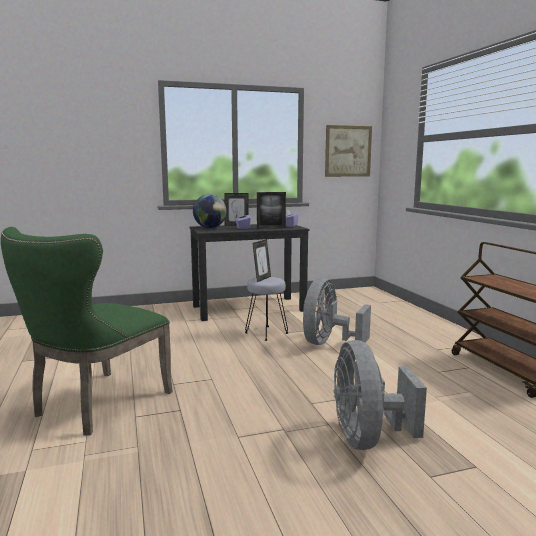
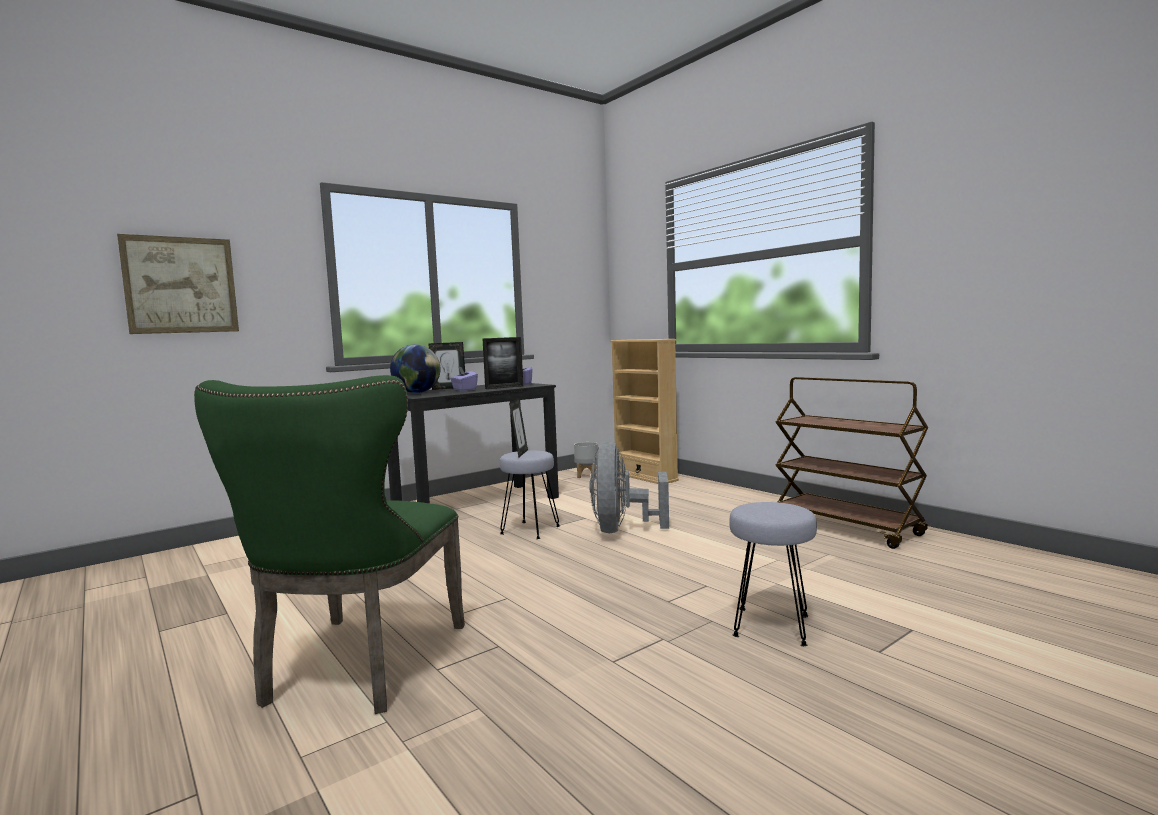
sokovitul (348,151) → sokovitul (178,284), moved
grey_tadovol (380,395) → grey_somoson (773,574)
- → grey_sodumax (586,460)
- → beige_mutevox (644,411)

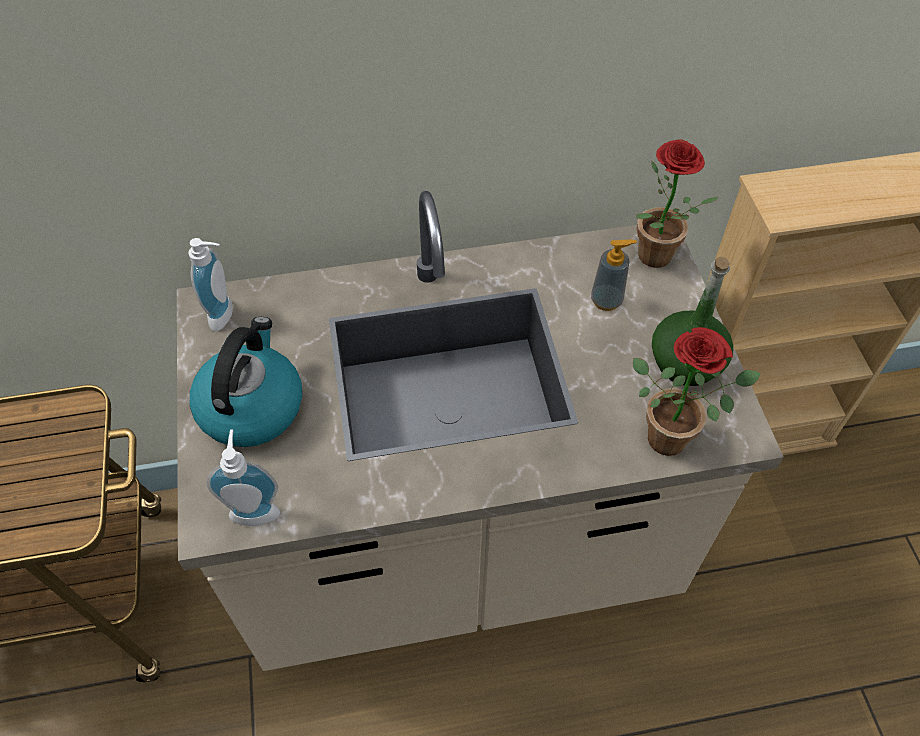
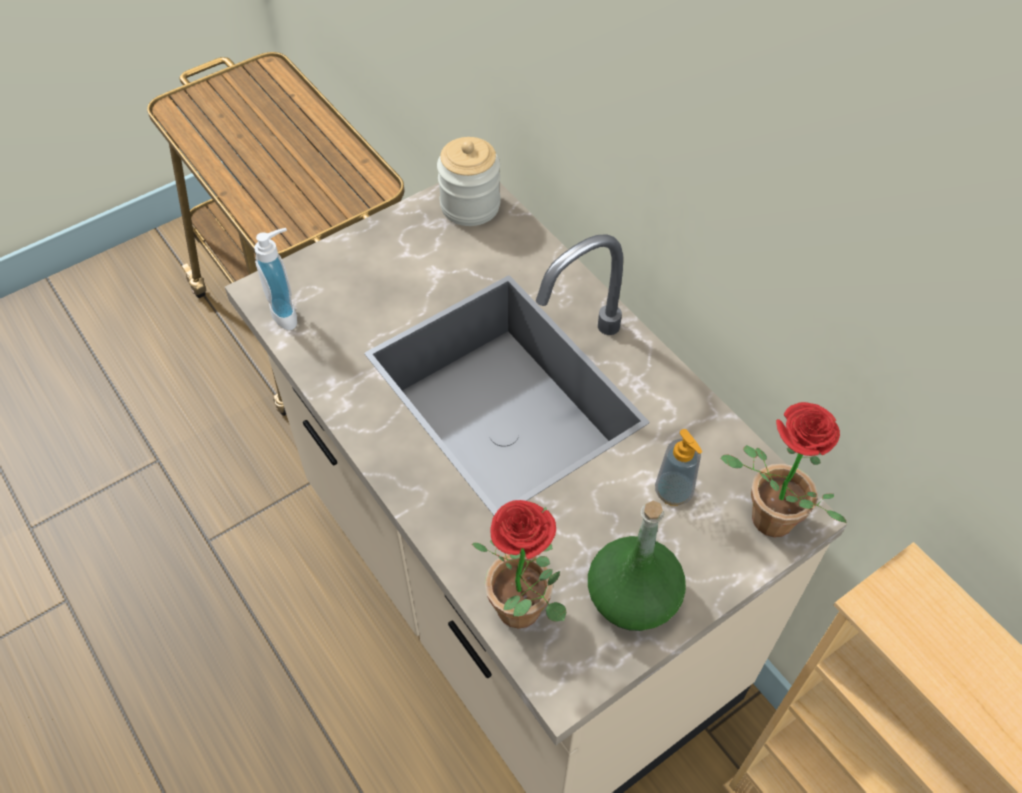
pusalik (210,284) → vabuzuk (469,181)
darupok (246,382) → -

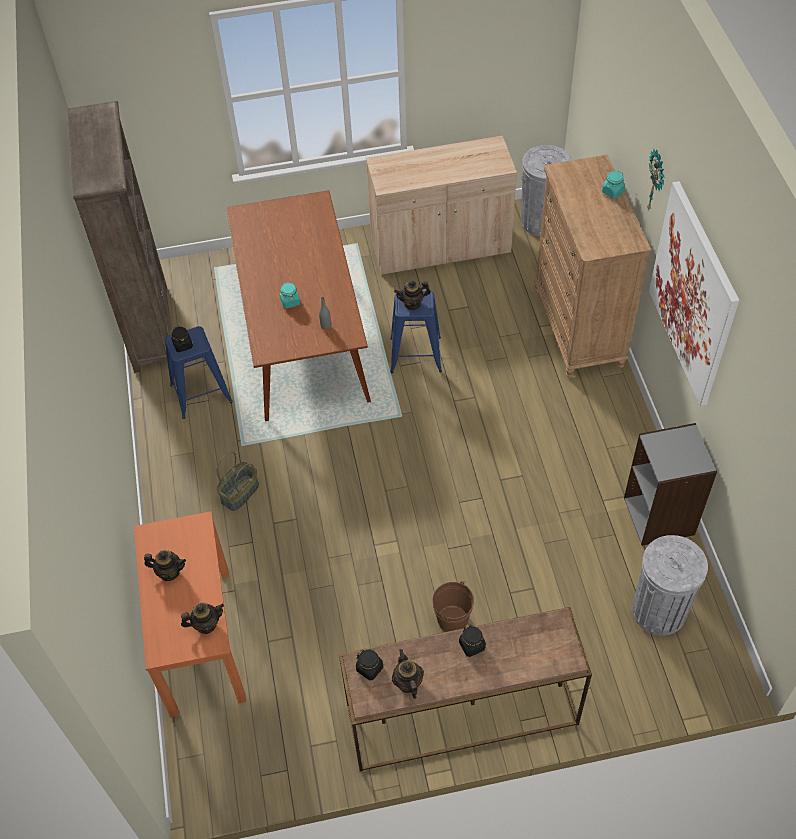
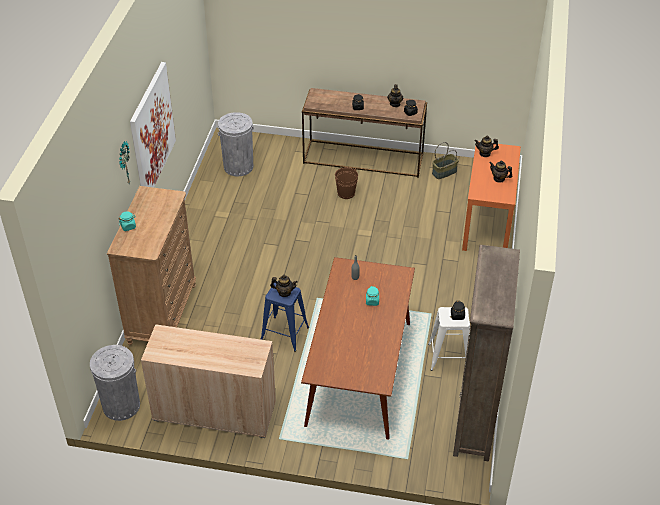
blue_somoson (199,372) → white_somoson (449,339)
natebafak (237,481) → natebafak (445,160), moved
grey_mutevox (670,484) → -

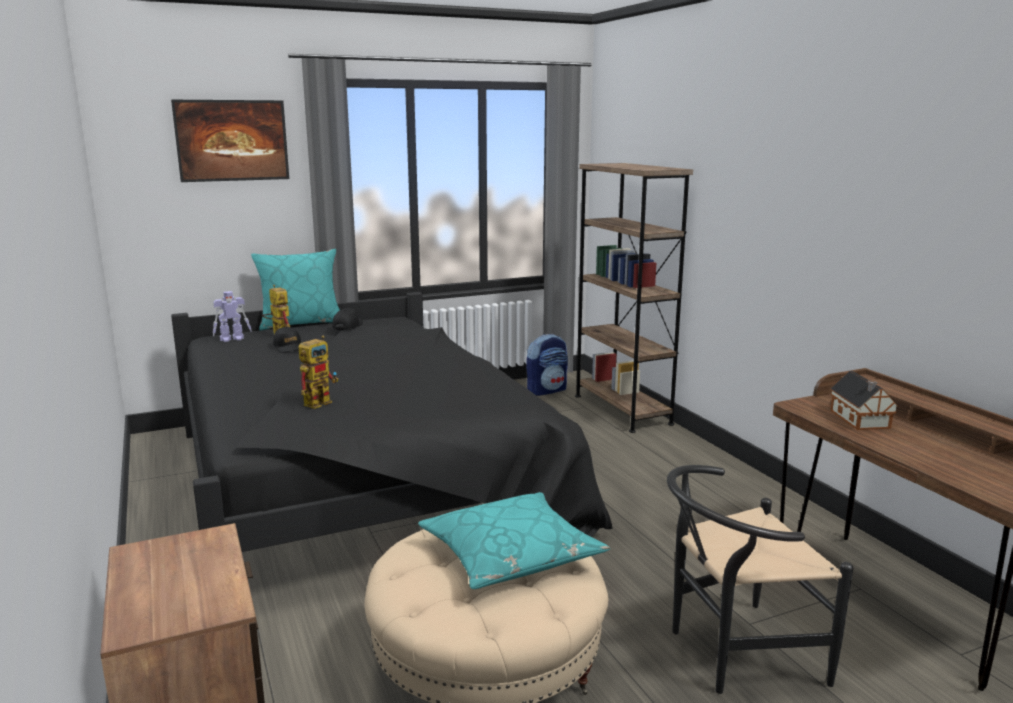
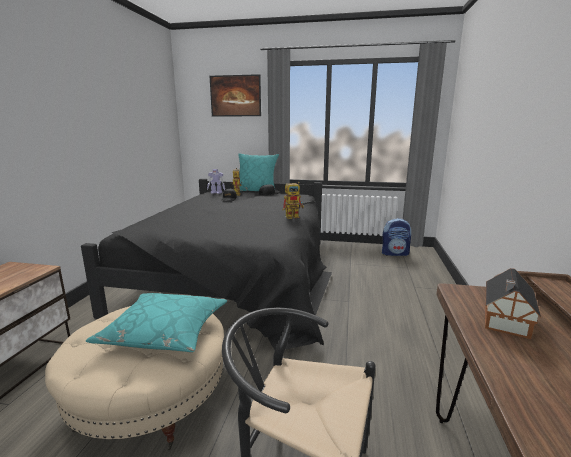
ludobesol (318,372) → ludobesol (293,200), moved
brown_mutevox (634,298) → -

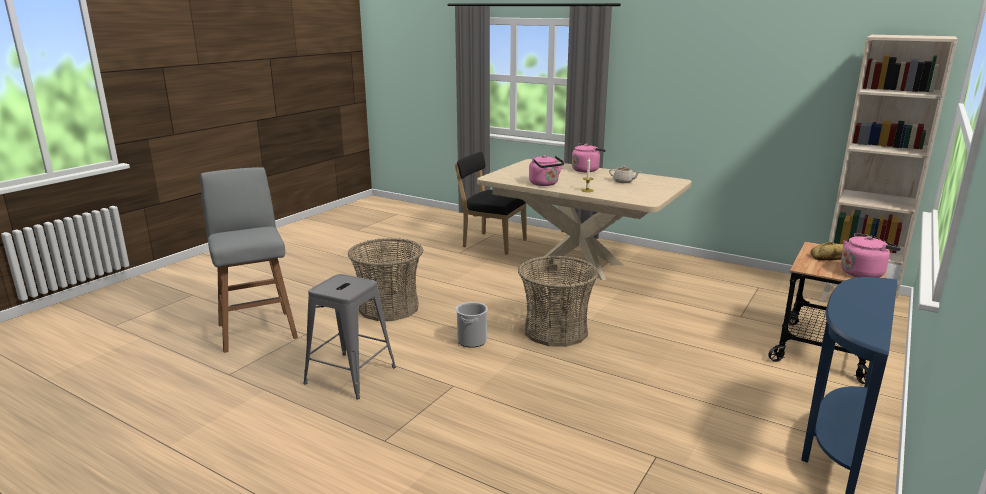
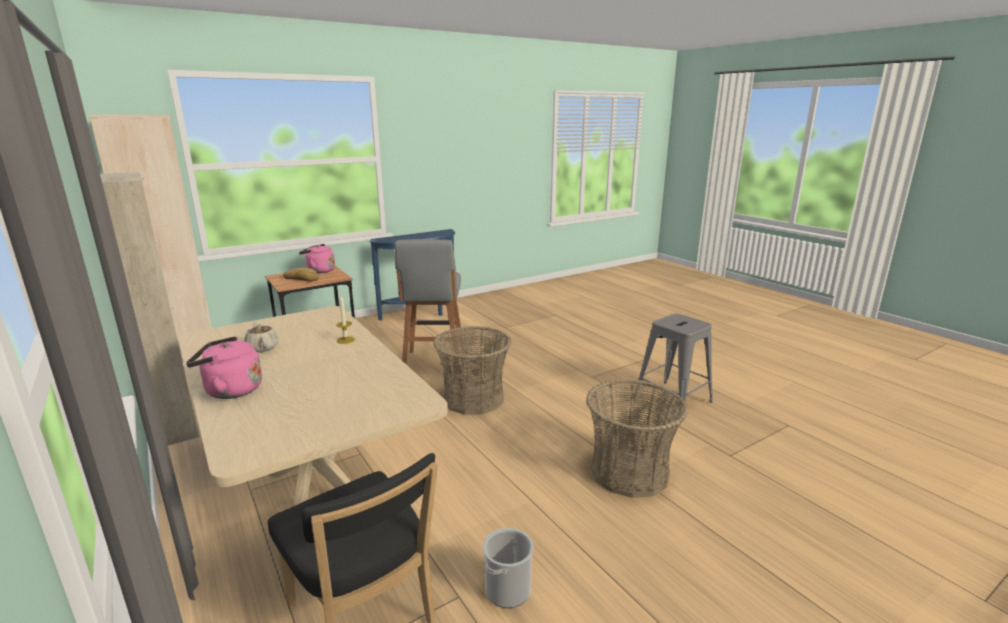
grey_somoson (249,260) → grey_somoson (429,306), moved
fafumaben (472,325) → fafumaben (508,568), moved
pink_darupok (547,170) → -
- → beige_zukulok (149,308)

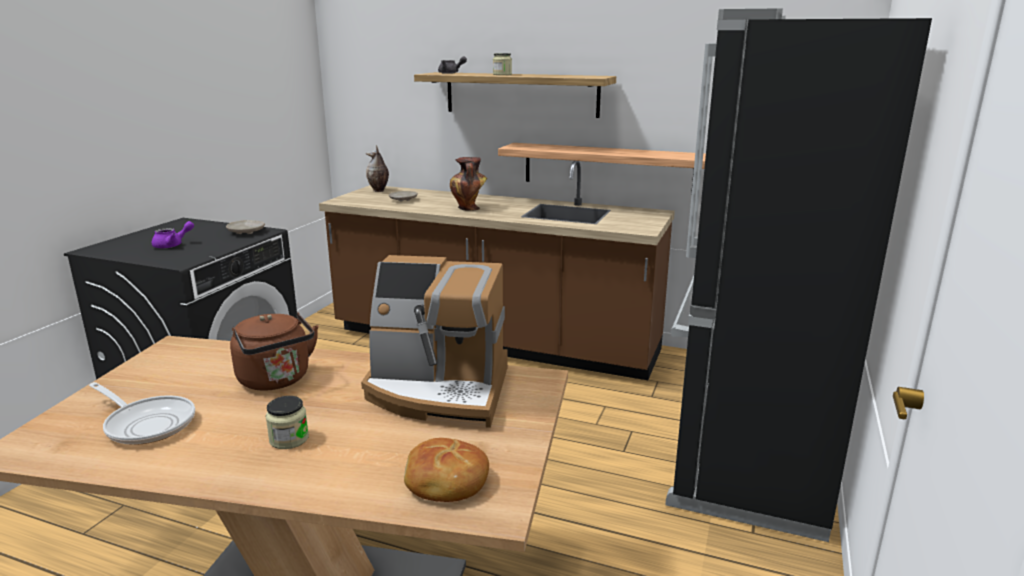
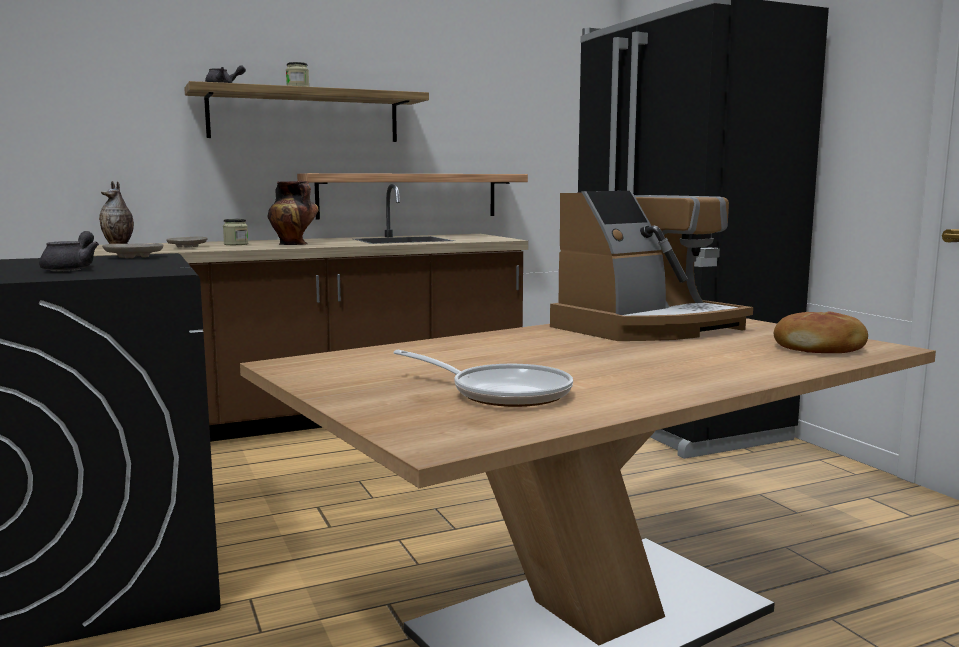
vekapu (142,413) → vekapu (483,378), 45 degrees clockwise
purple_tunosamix (173,235) → grey_tunosamix (69,251)
brown_darupok (274,351) → -
vabuzuk (287,422) → vabuzuk (235,232), moved

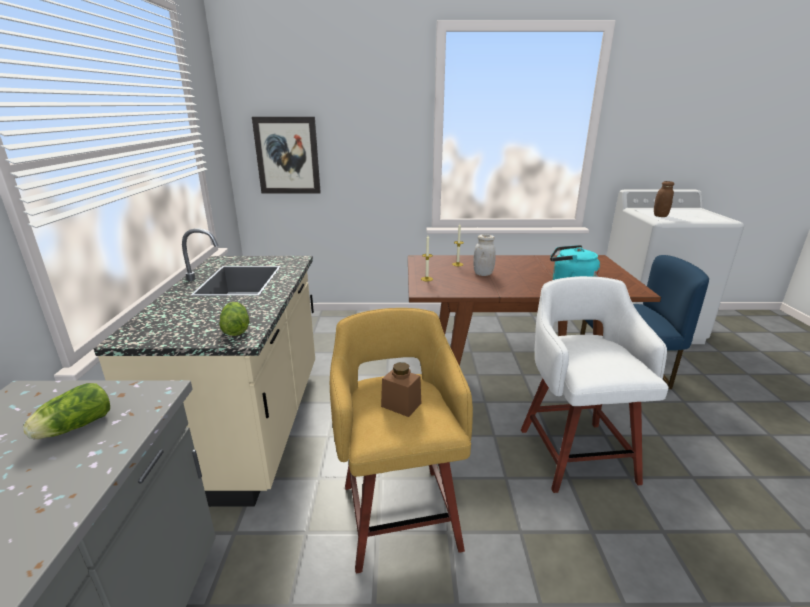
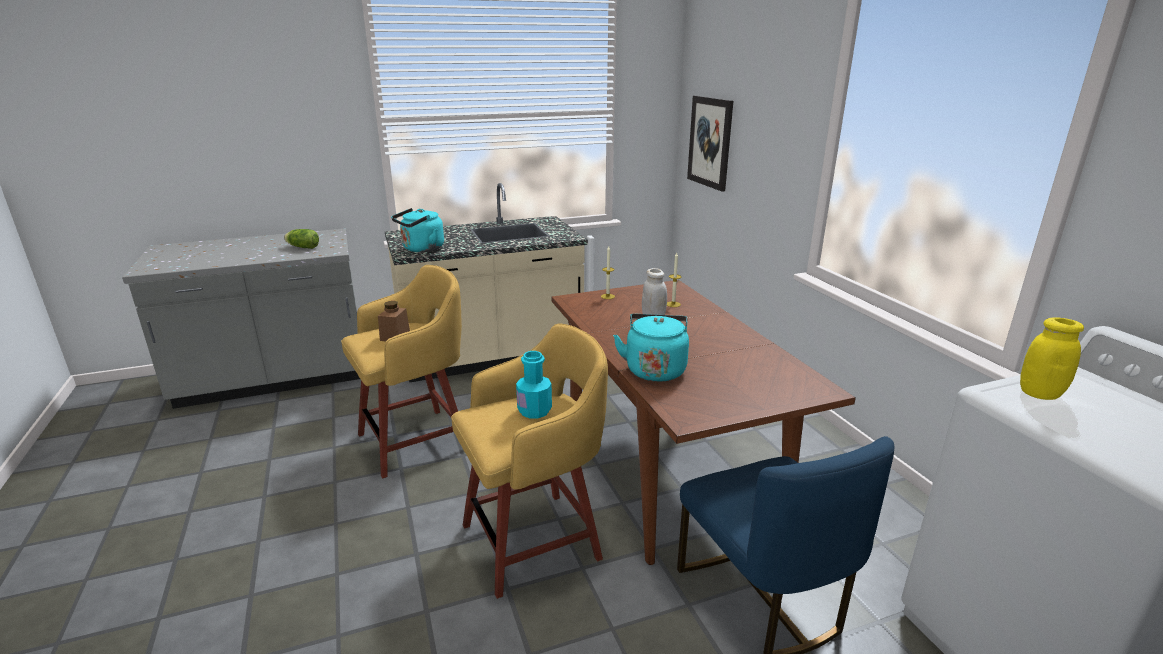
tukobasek (234,319) → turquoise_darupok (417,230)
white_somoson (595,384) → yellow_somoson (529,461)
brown_vabuzuk (664,199) → yellow_vabuzuk (1052,358)
- → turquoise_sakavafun (534,384)

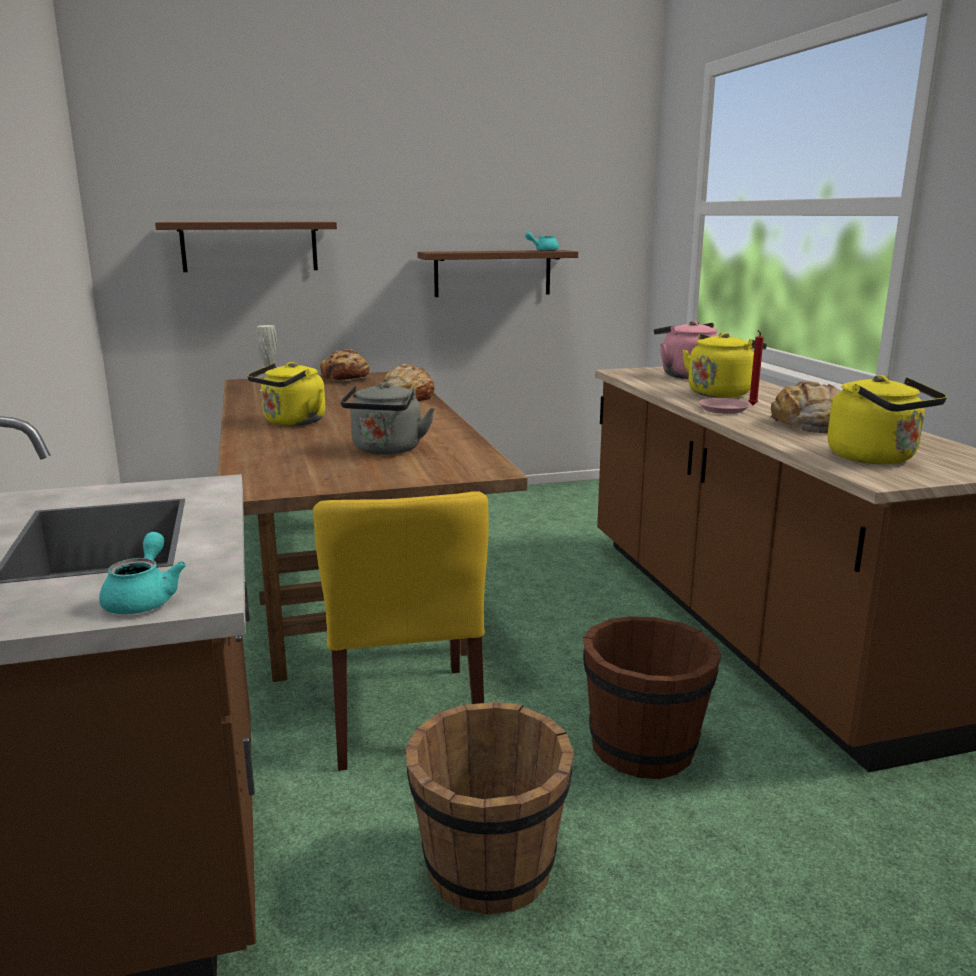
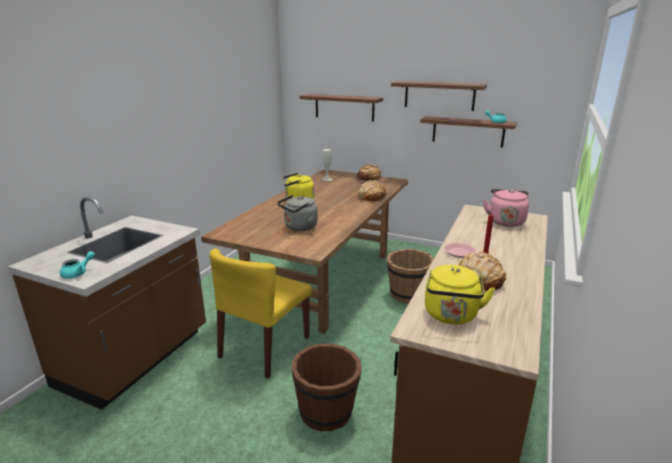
brown_fafumaben (490,808) → brown_fafumaben (410,276), moved
yellow_darupok (724,365) → -
- → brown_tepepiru (439,96)

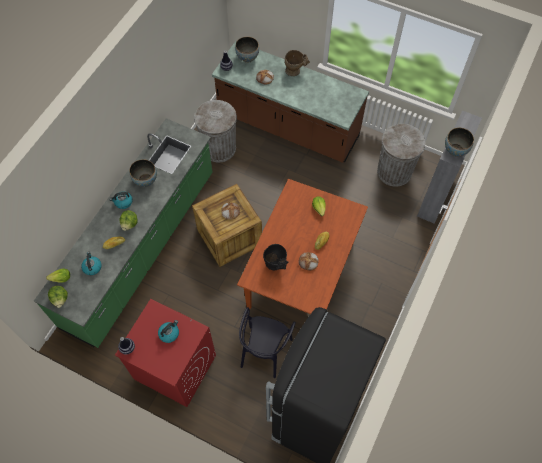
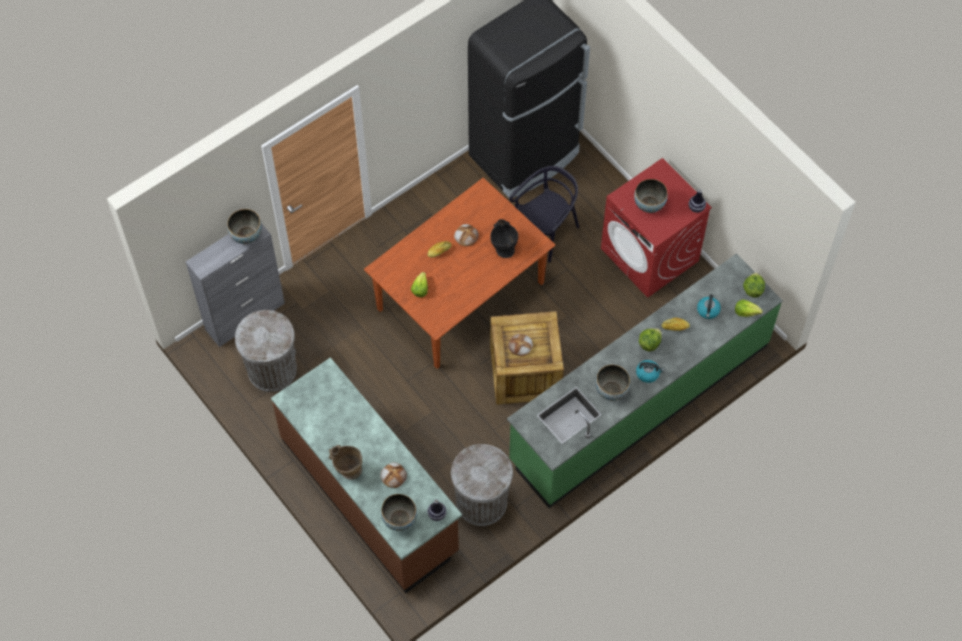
darupok (168,331) → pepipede (651,196)

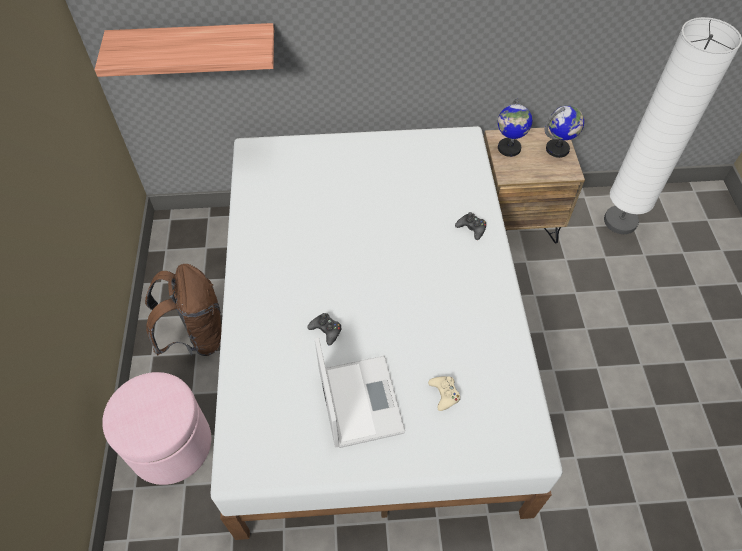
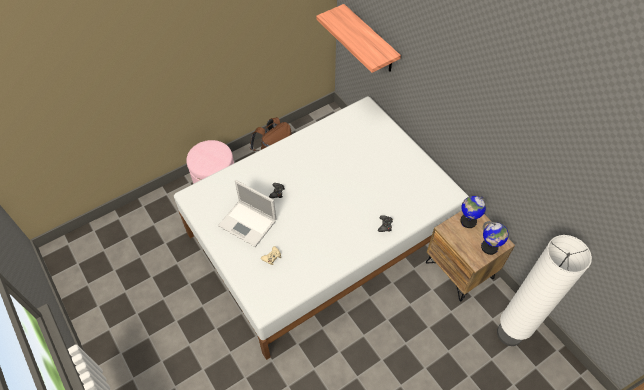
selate (360,392) → selate (247,213), 75 degrees clockwise

